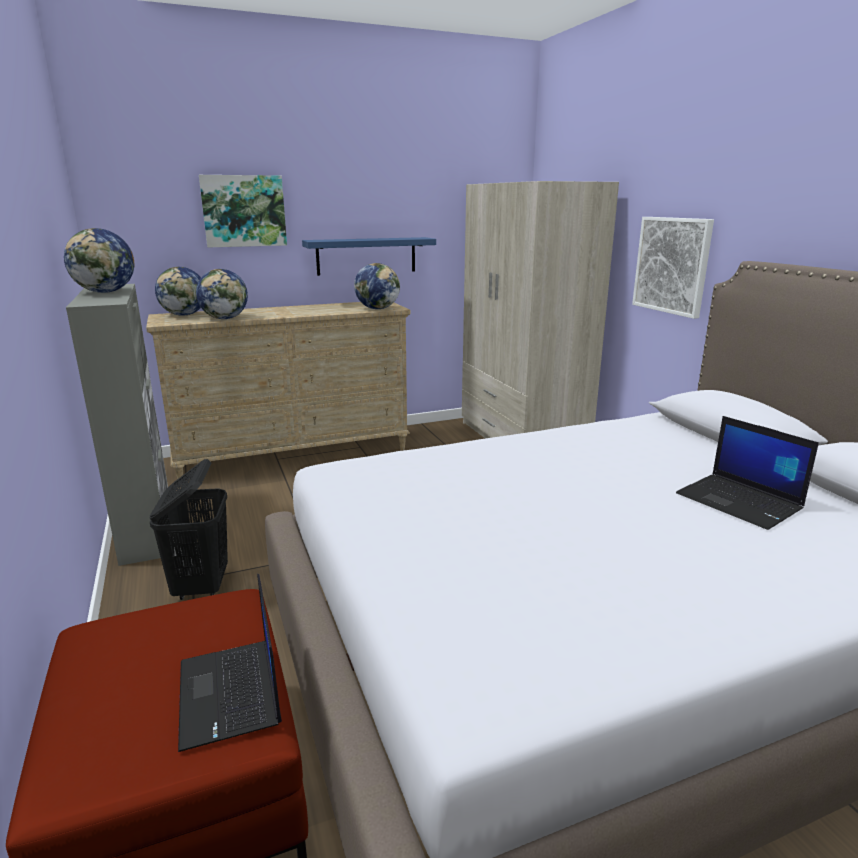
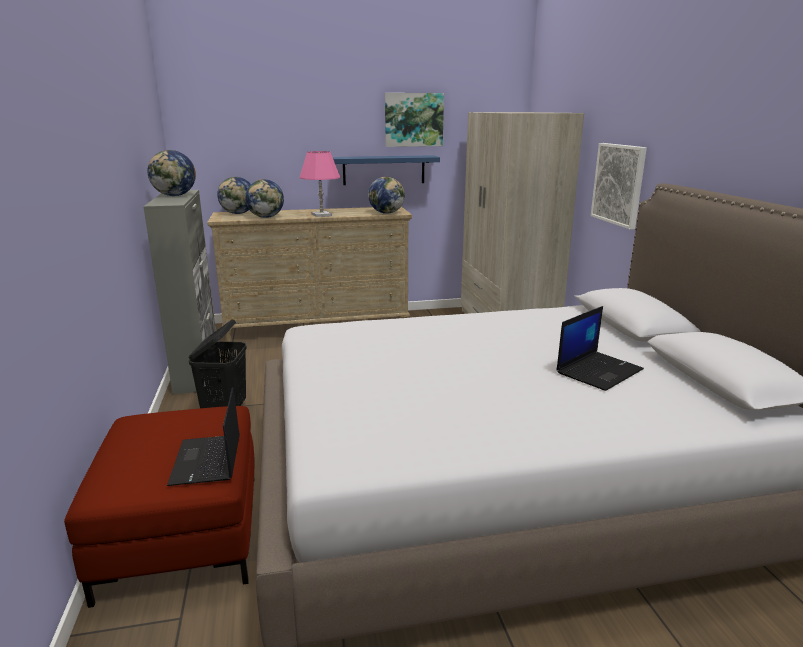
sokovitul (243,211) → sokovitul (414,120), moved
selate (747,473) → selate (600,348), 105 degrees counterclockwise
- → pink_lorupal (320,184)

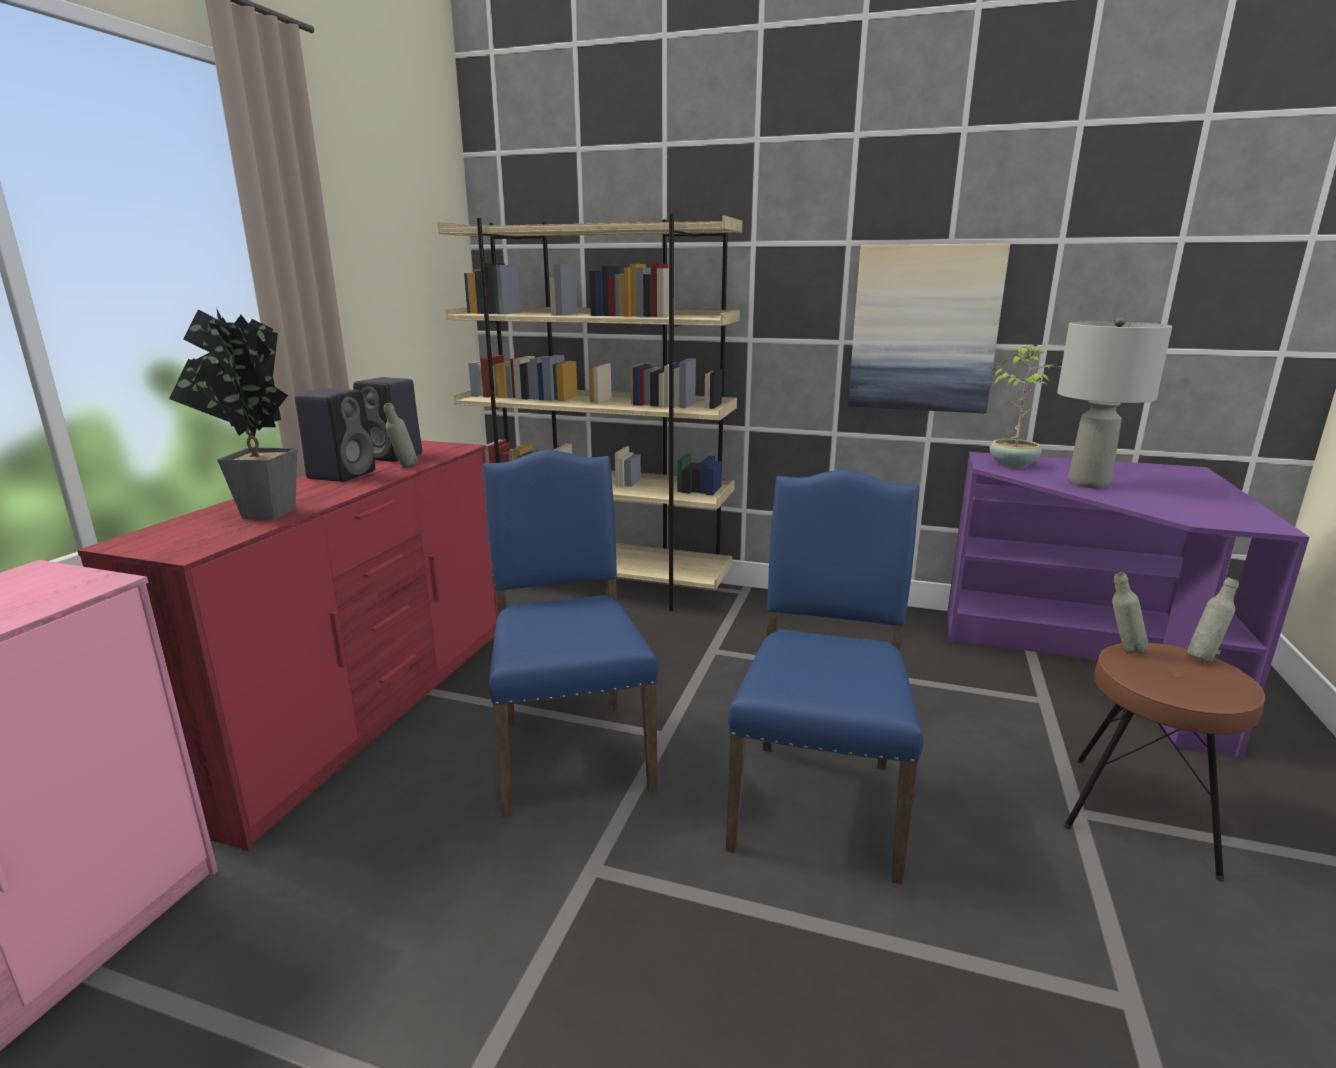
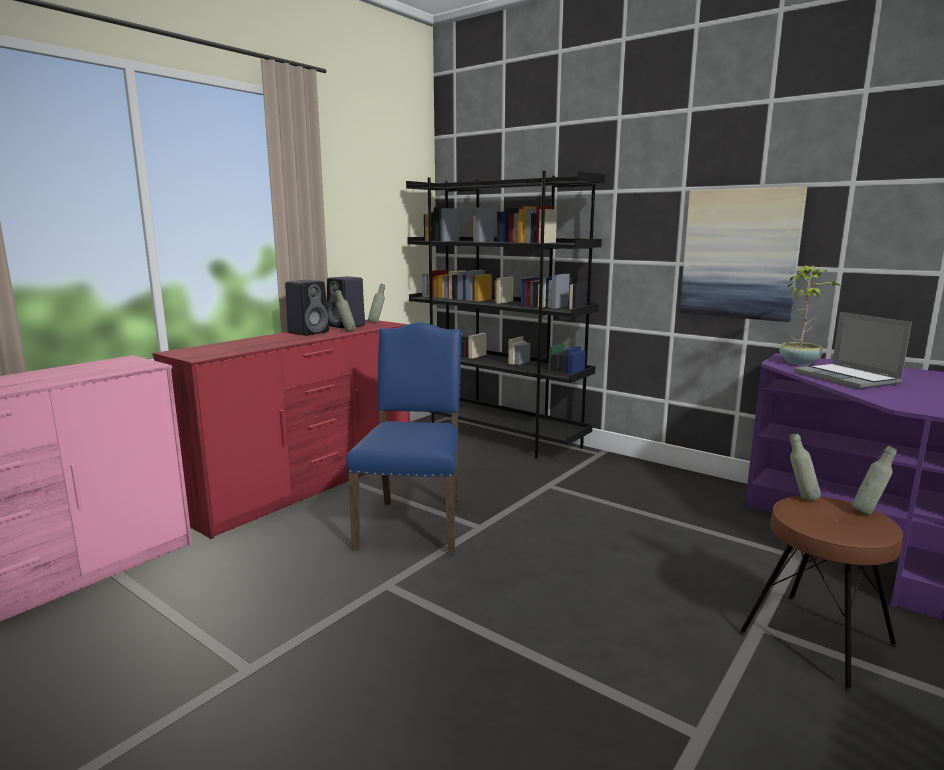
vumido (233,414) → -
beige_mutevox (590,412) → black_mutevox (505,315)
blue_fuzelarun (824,677) → -
grey_lorupal (1114,403) → selate (853,350)
- → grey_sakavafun (376,303)

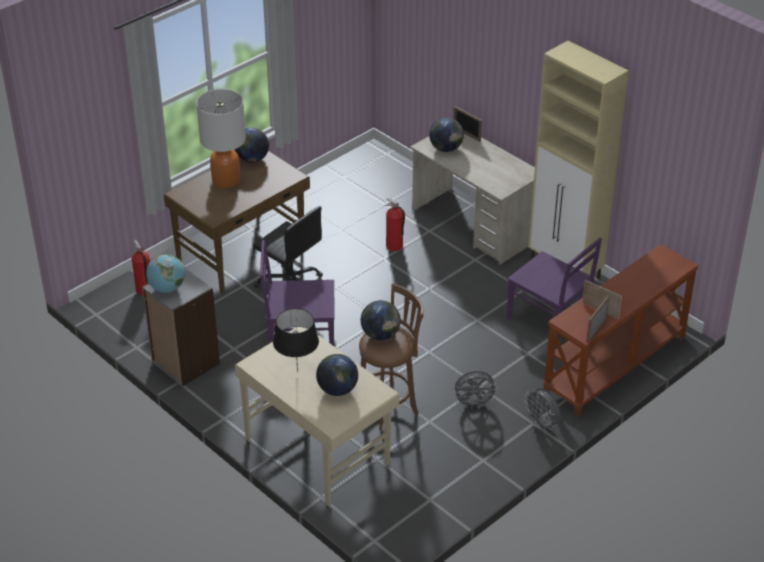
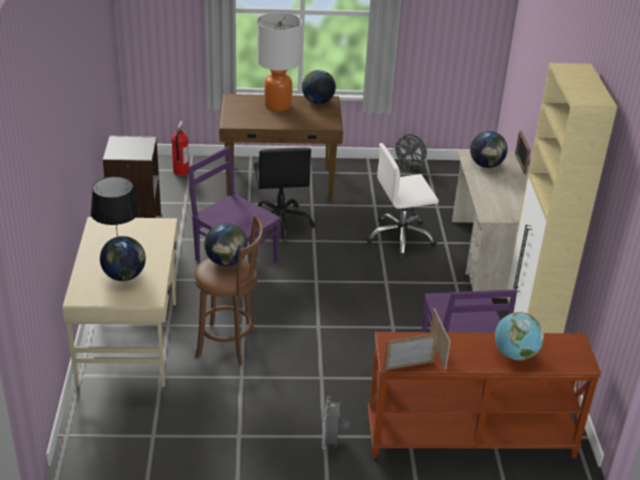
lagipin (165,273) → lagipin (519,336), moved
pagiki (395,224) → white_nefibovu (402,200)
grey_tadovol (475,390) → grey_tadovol (410,151), moved

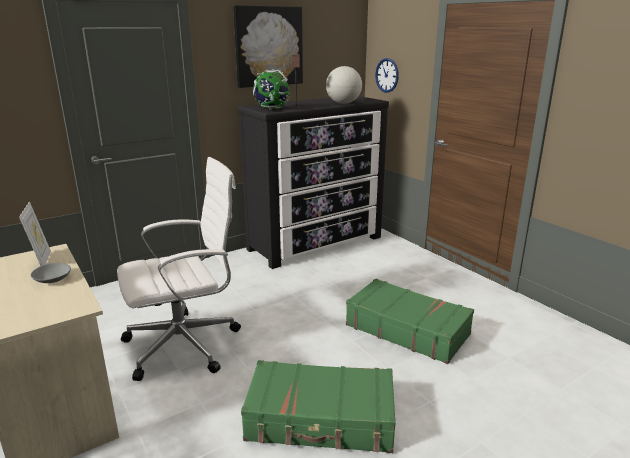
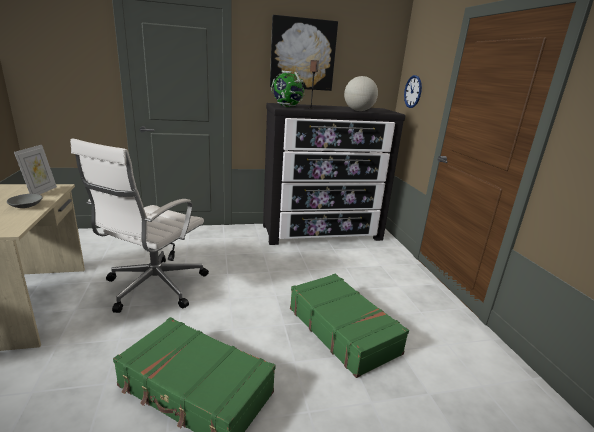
white_nefibovu (179,269) → white_nefibovu (139,225), 120 degrees clockwise

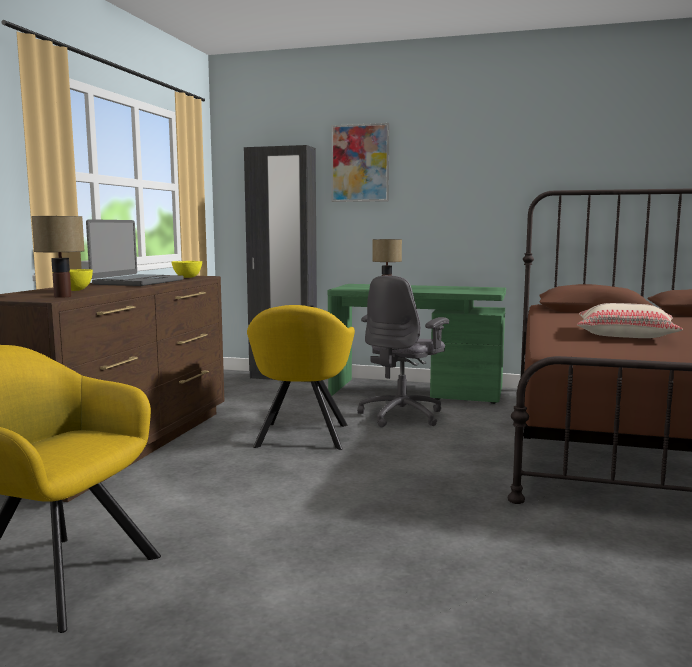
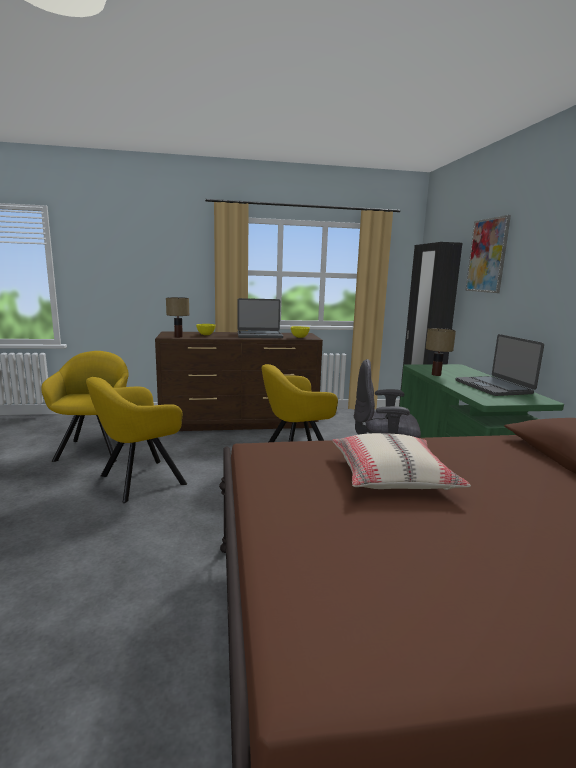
- → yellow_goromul (136,440)
- → selate (500,365)

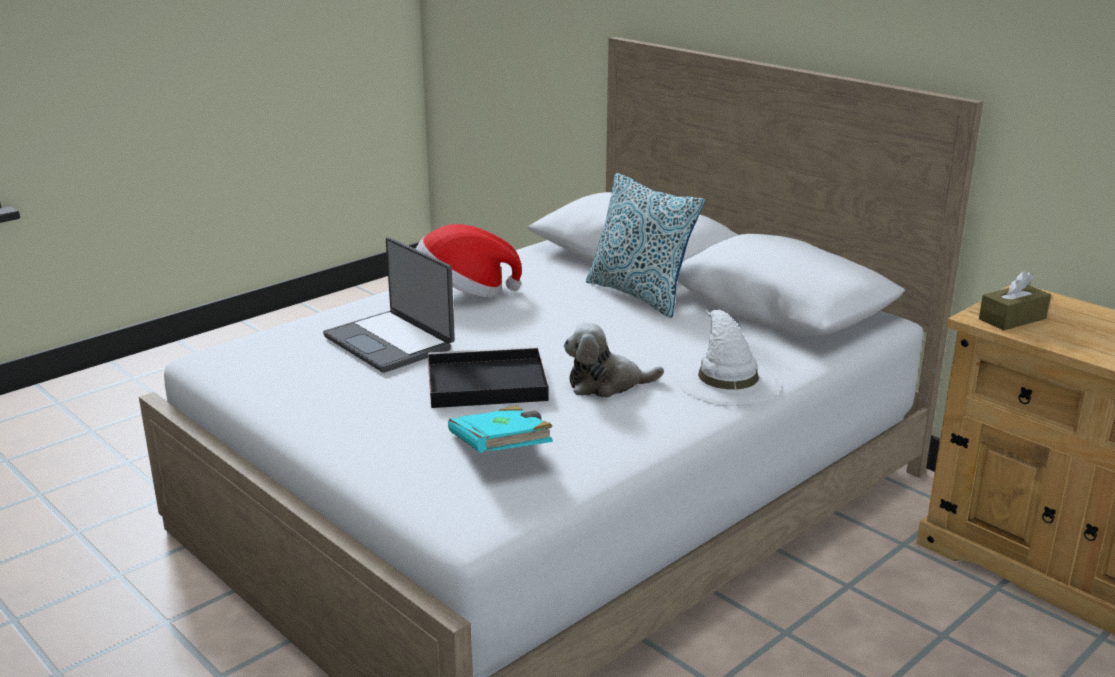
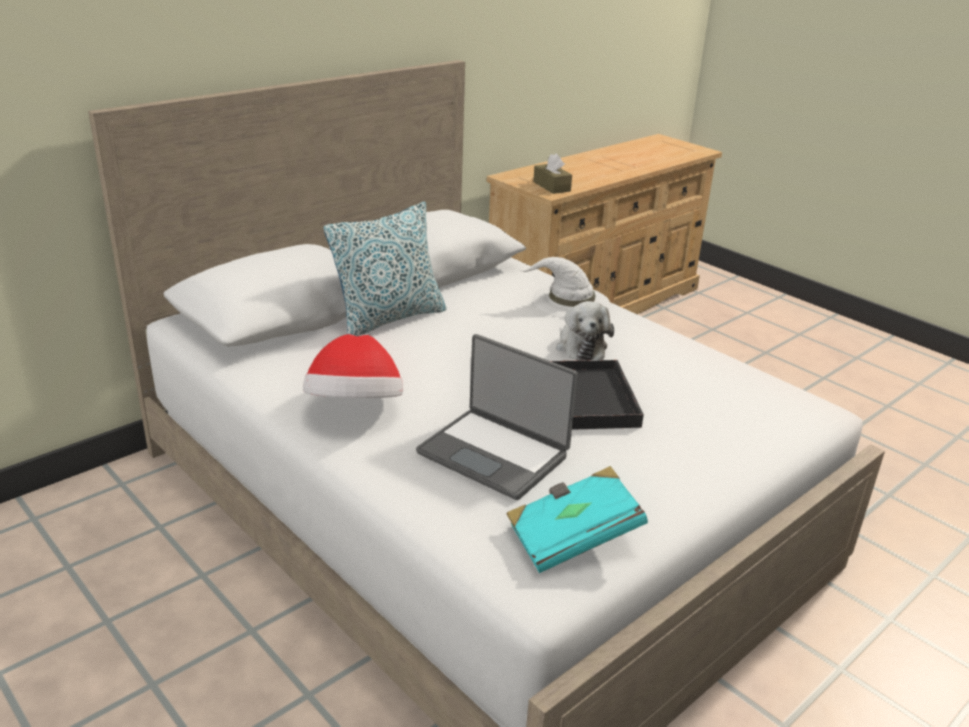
selate (389,305) → selate (497,417), 75 degrees clockwise
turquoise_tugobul (500,429) → turquoise_tugobul (577,519), moved

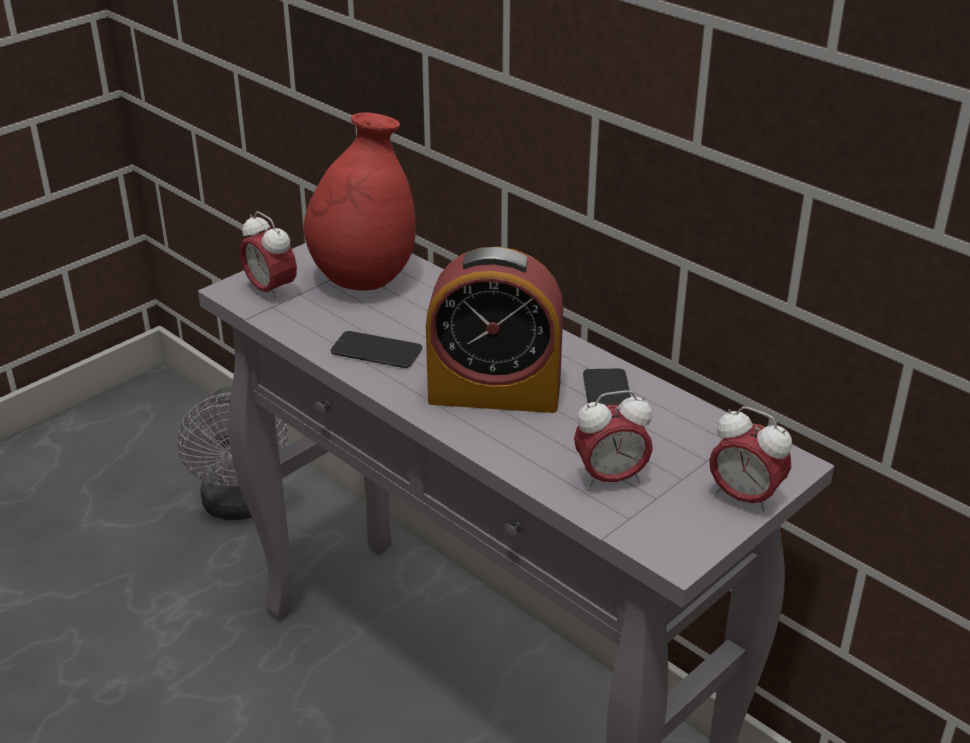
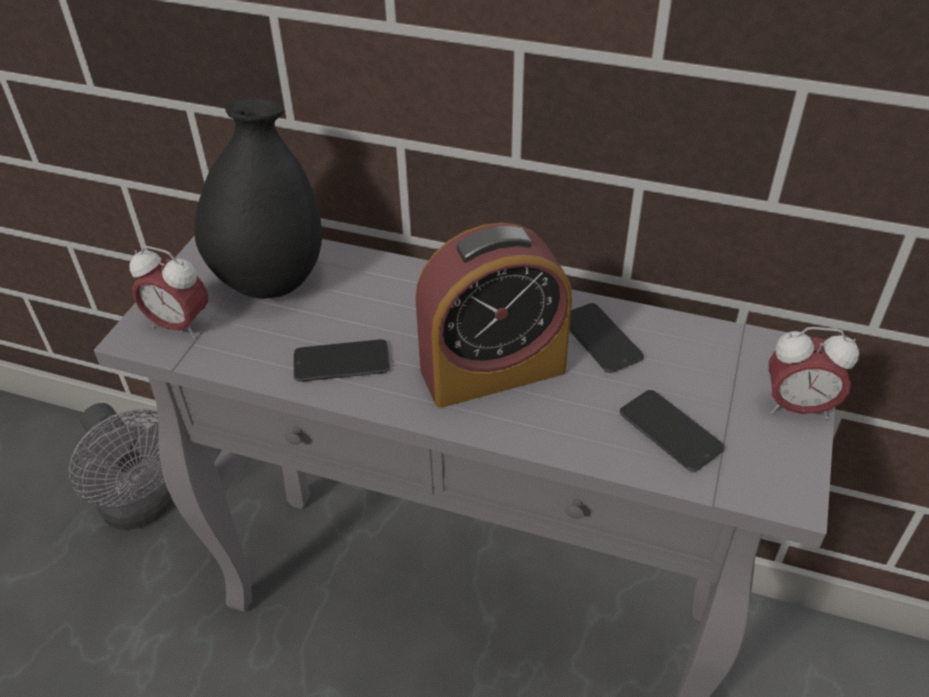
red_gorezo (360,201) → black_gorezo (258,198)
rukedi (613,440) → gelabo (672,431)

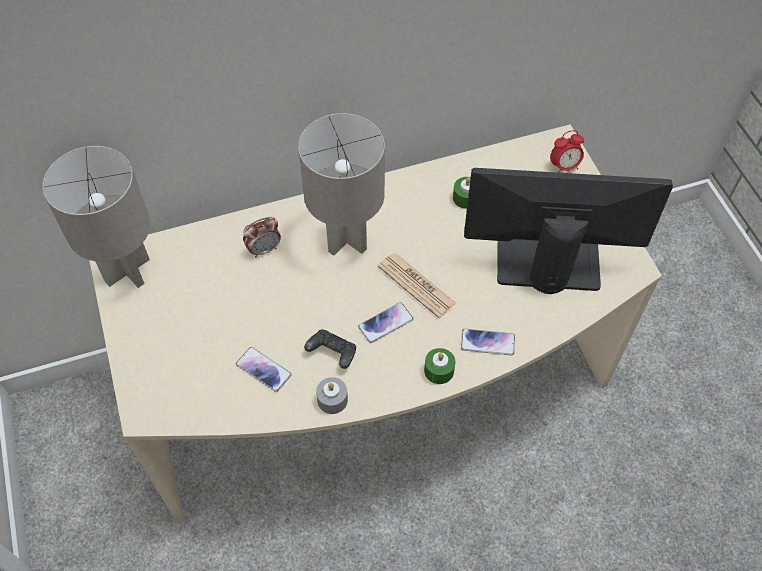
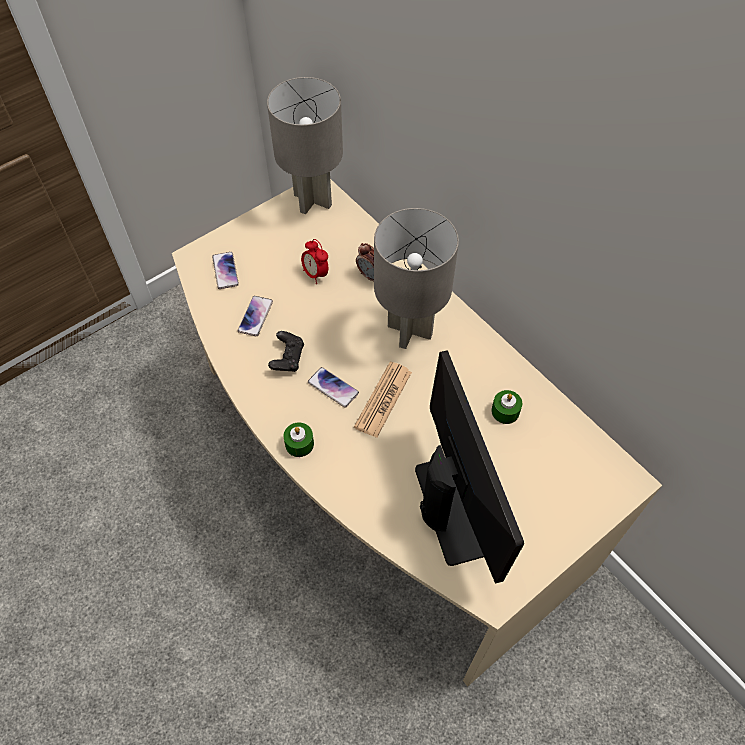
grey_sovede (332,395) → -
gelabo (488,342) → gelabo (225,270), moved
rukedi (567,151) → rukedi (314,261), moved

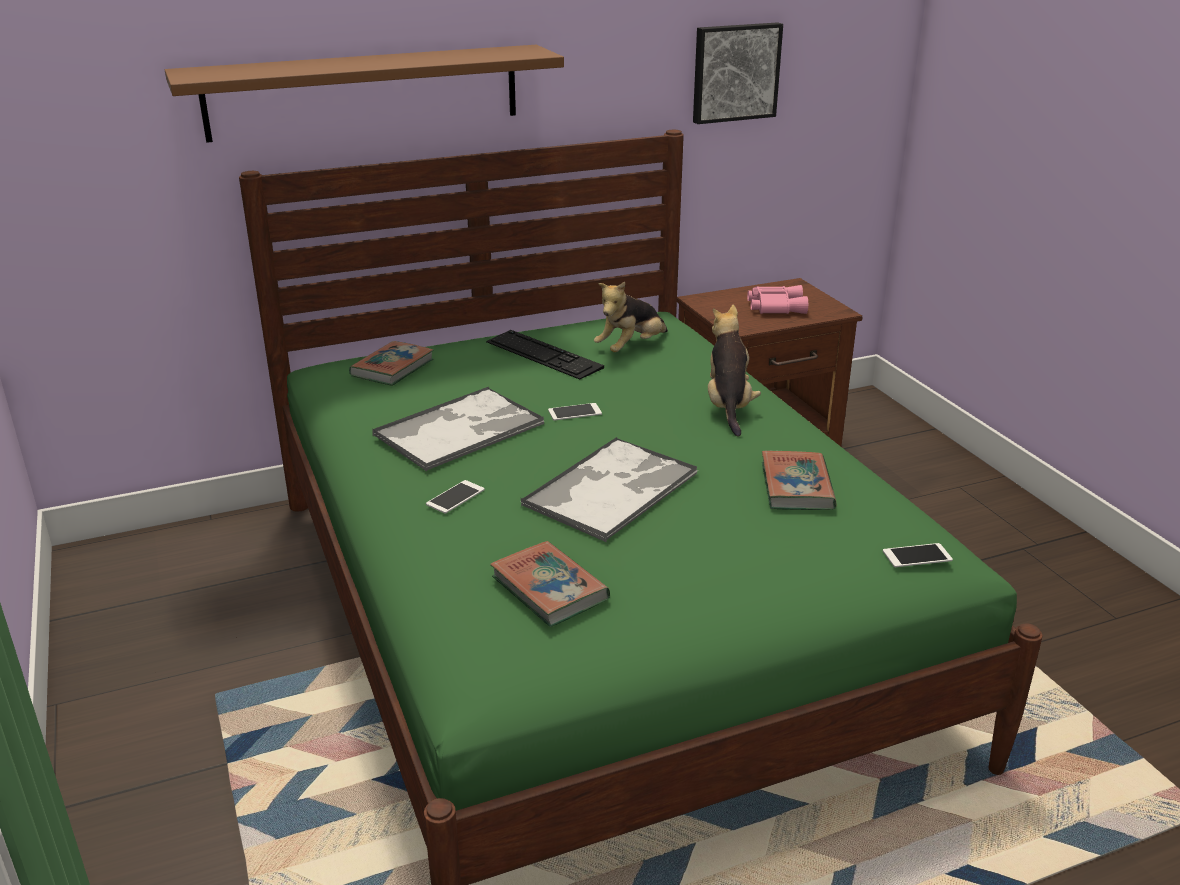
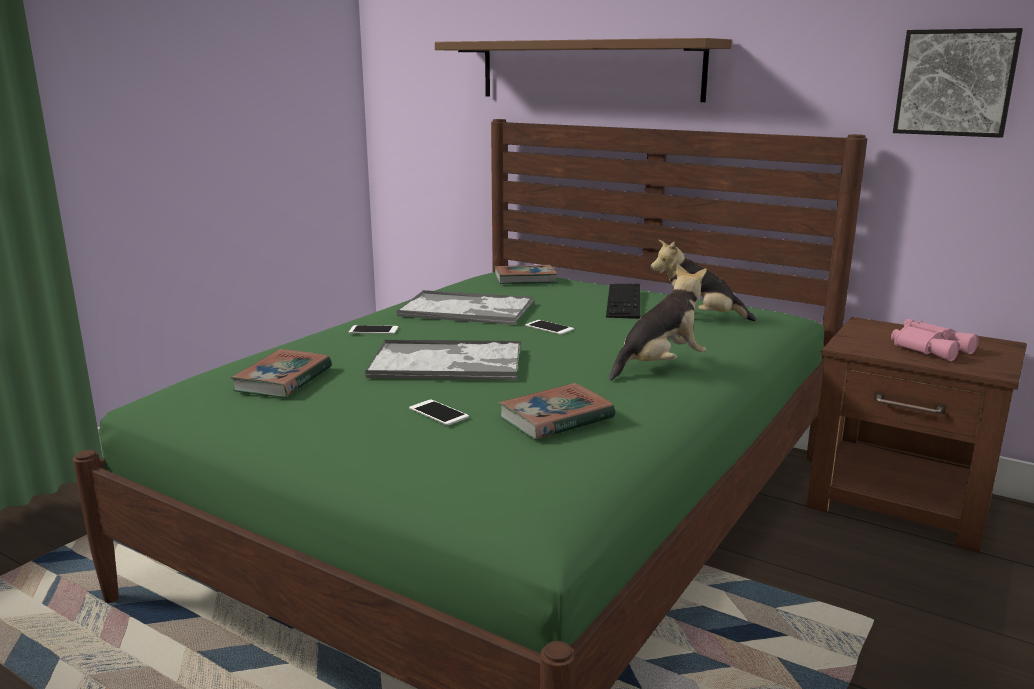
gelabo (918,555) → gelabo (439,412), moved

